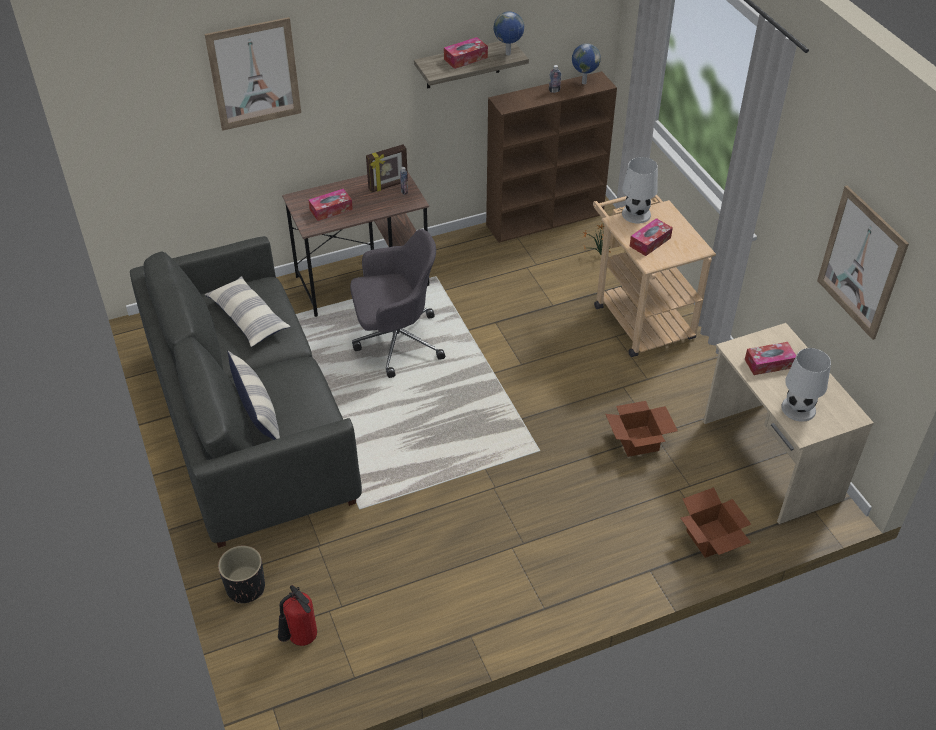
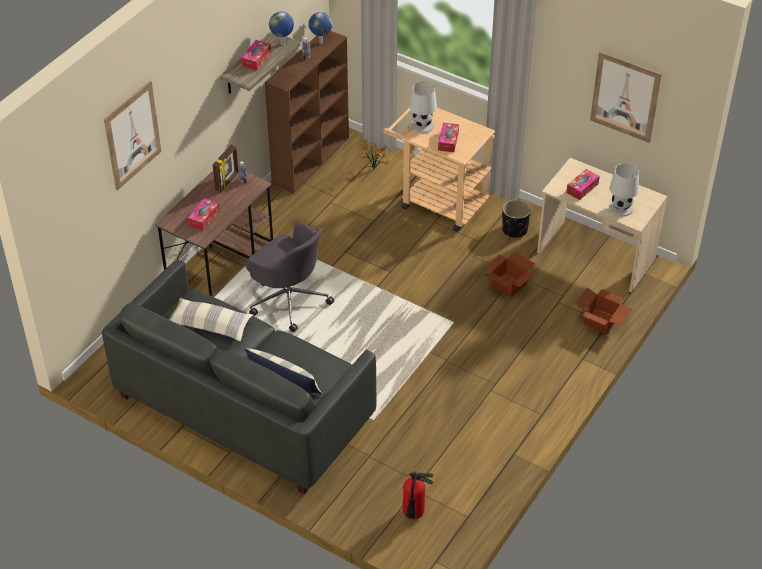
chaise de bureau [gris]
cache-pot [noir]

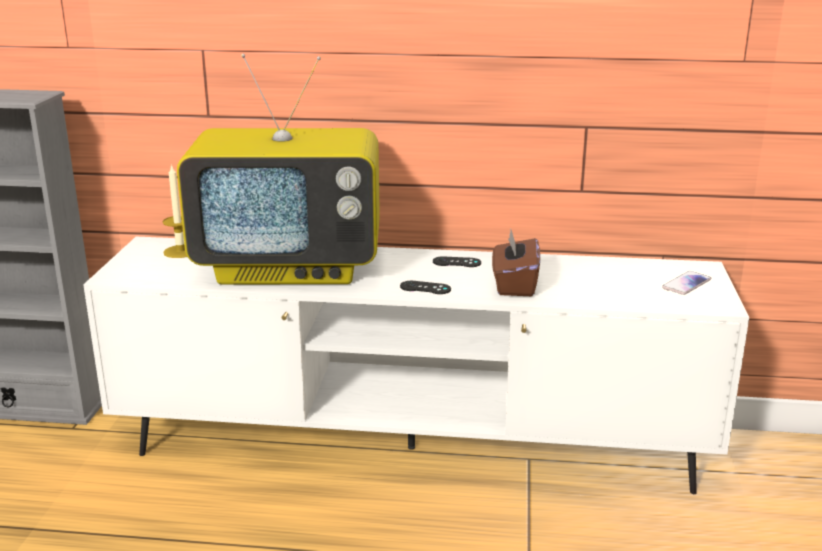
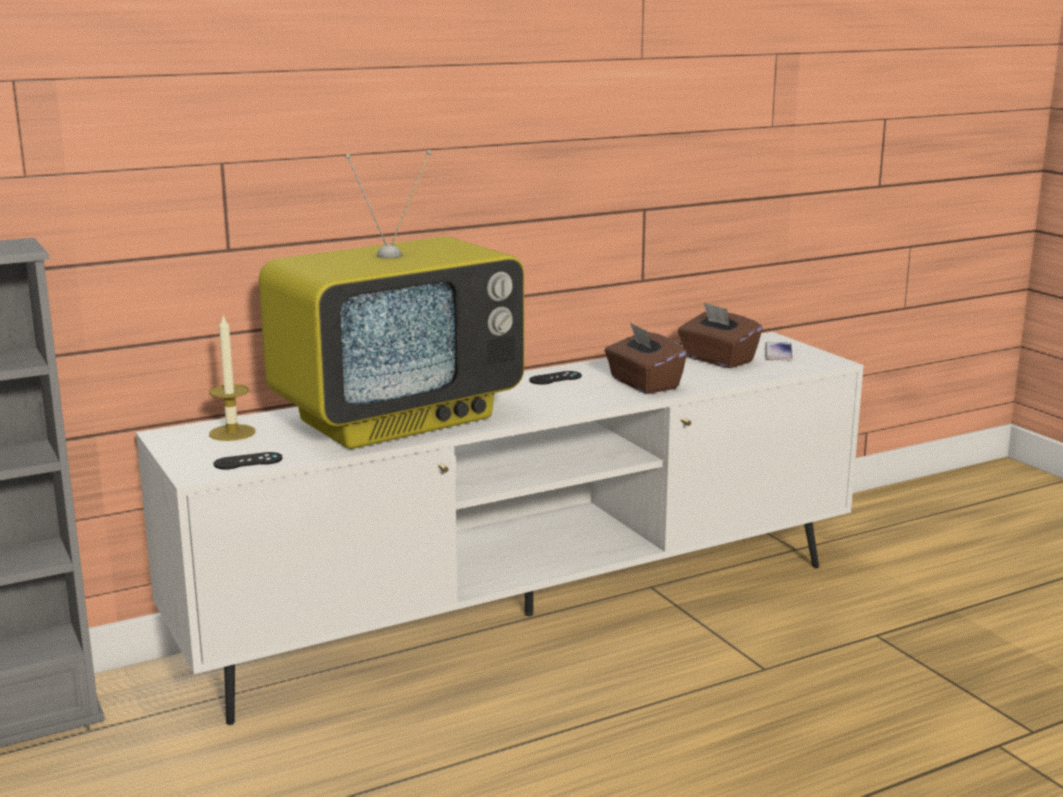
manette [noir] (1st from left)
boîte à mouchoirs [marron] (2nd from left)

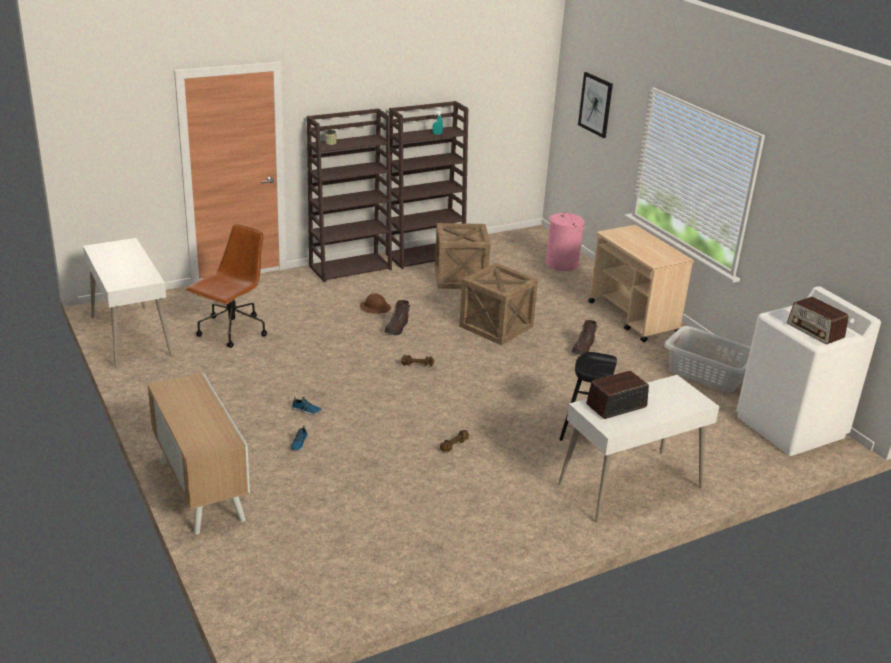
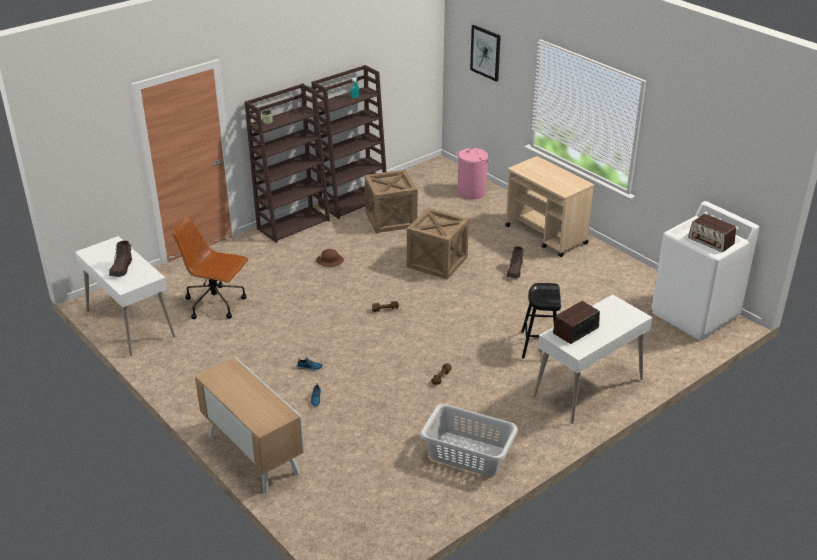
botte [marron] (1st from left)
chaise de bureau [marron]
panier à linge [gris]

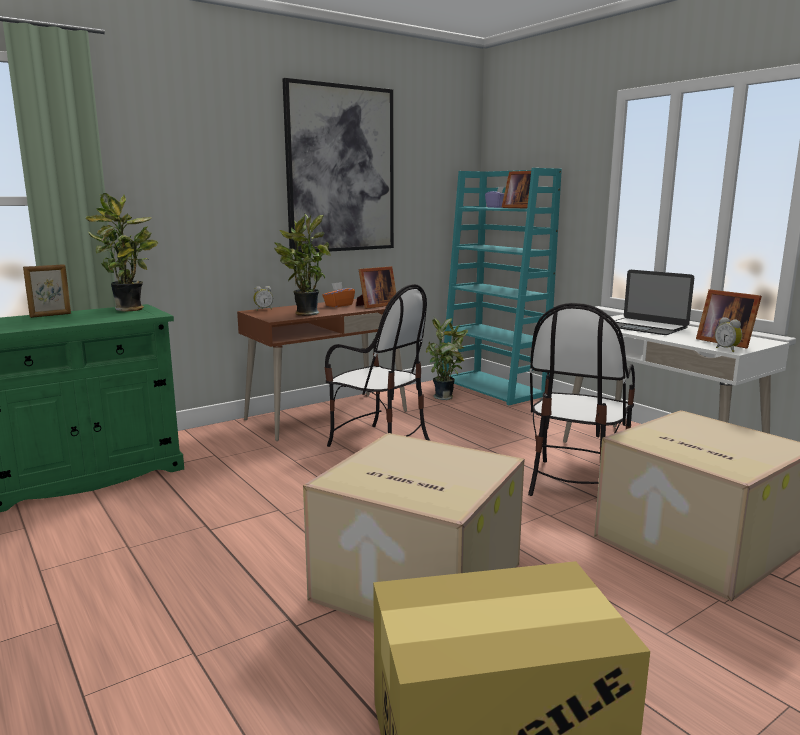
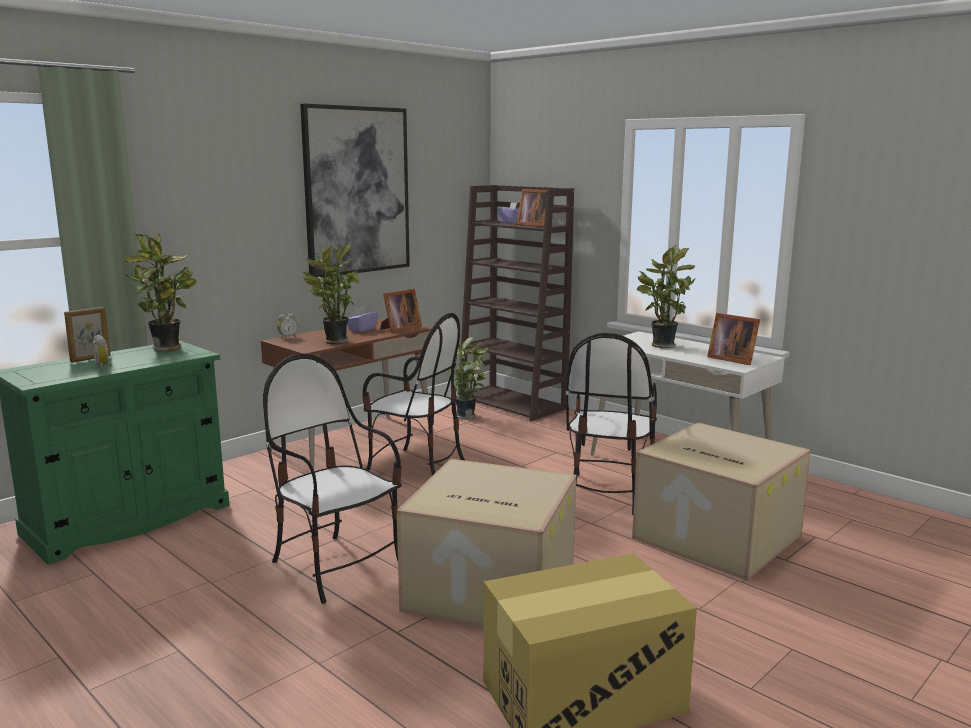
réveil (1st from left)
chaise (1st from left)
boîte à mouchoirs [violet] (1st from left)
bibliothèque [marron]
plante en pot (4th from left)

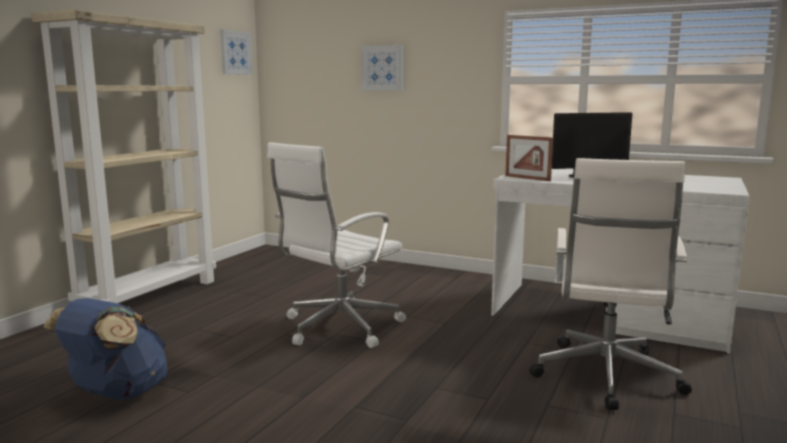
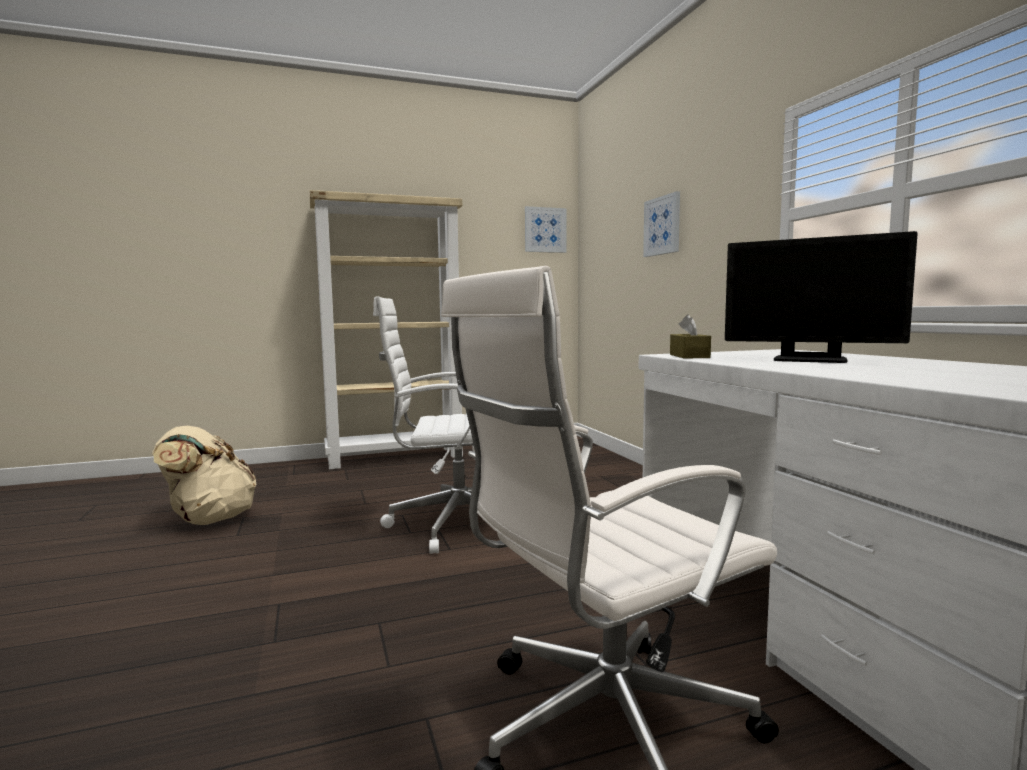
sac à dos [beige]
boîte à mouchoirs [marron]

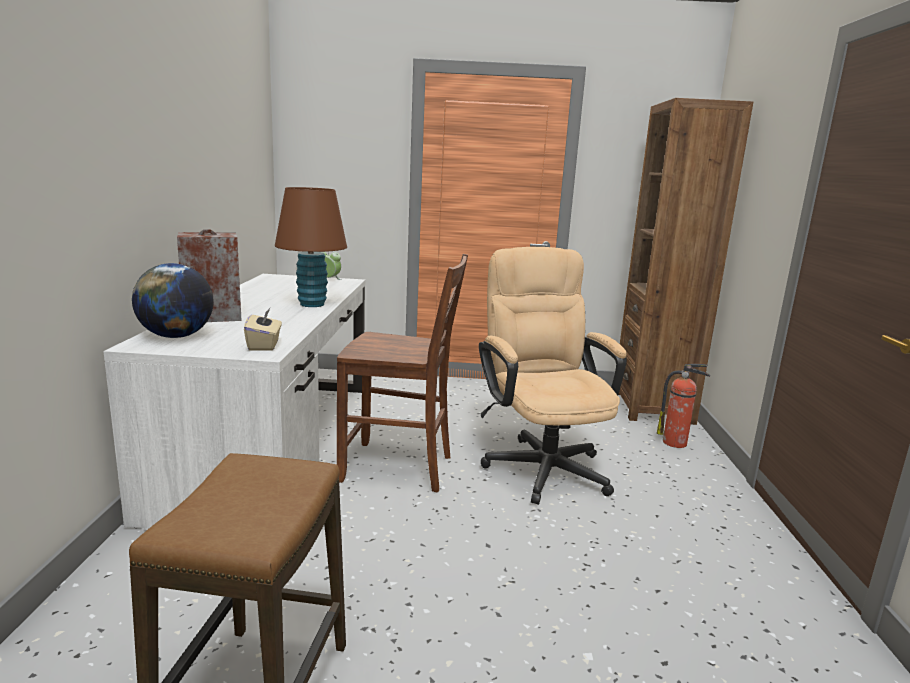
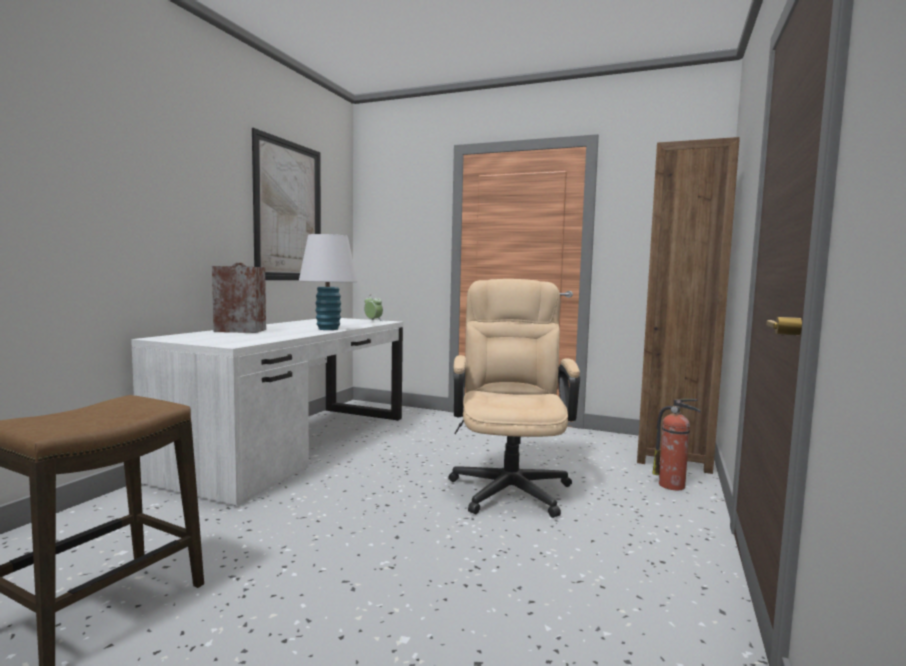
tableau
lampe de table [blanc]
globe
boîte à mouchoirs [beige]
chaise [marron]

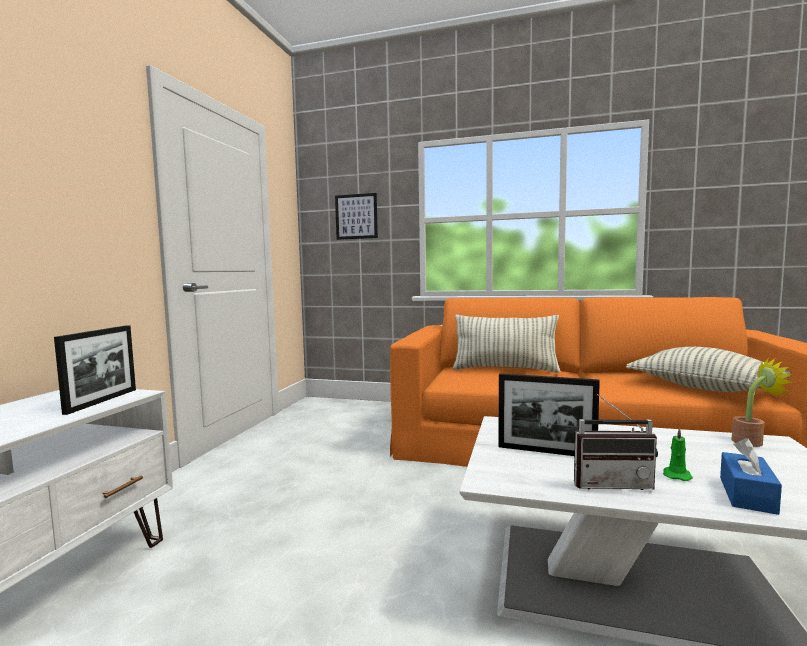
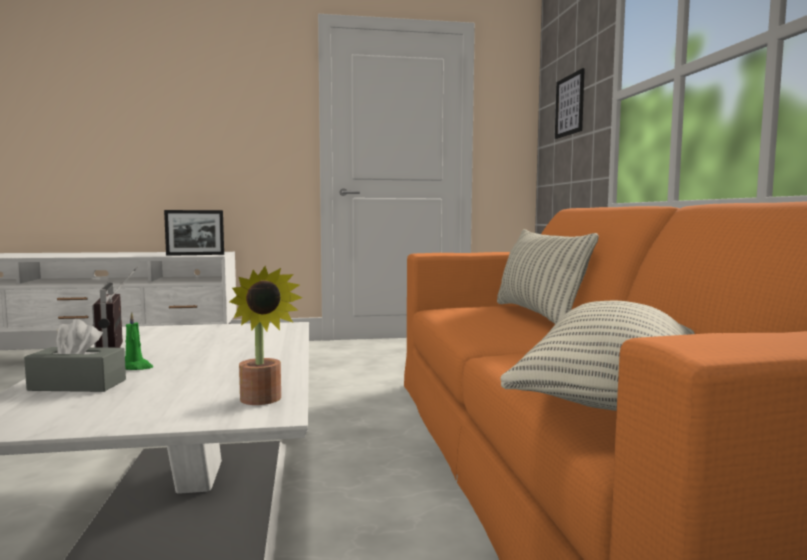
boîte à mouchoirs [gris]
cadre photo (2nd from left in the first image)

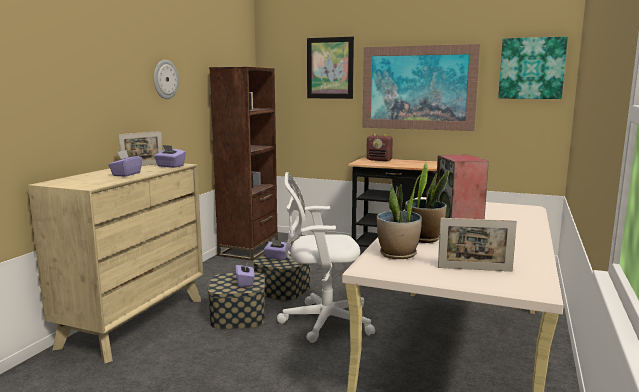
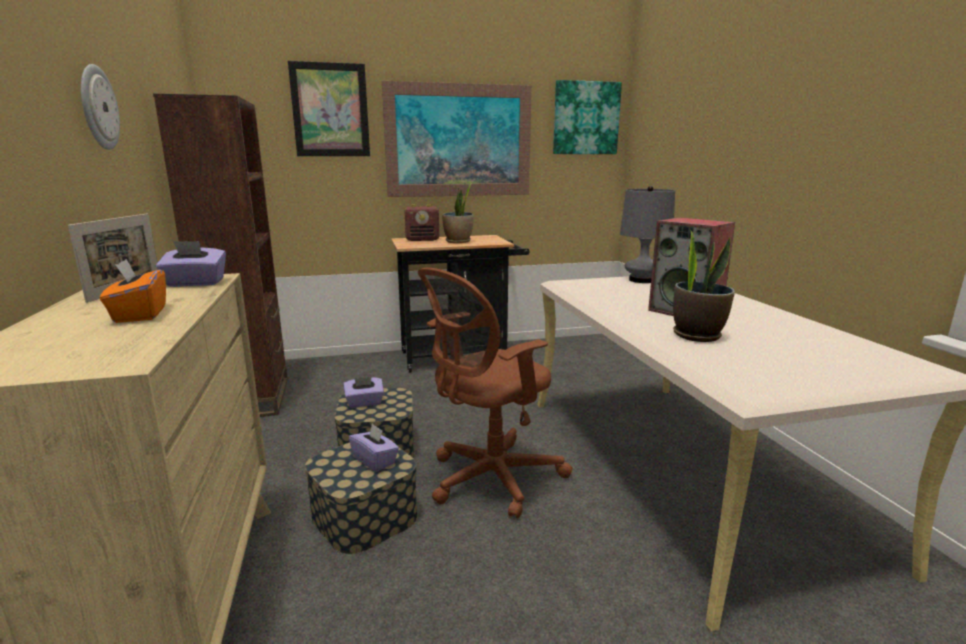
boîte à mouchoirs [orange]
chaise de bureau [marron]
plante en pot (1st from left)
lampe de table [gris]
cadre photo (2nd from left in the first image)

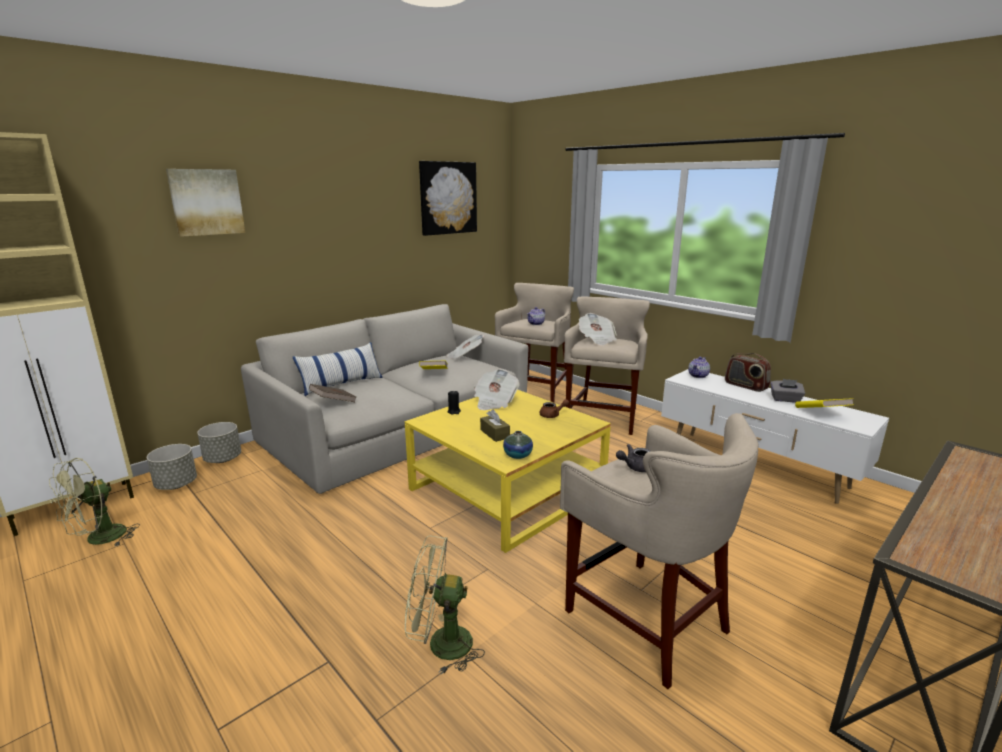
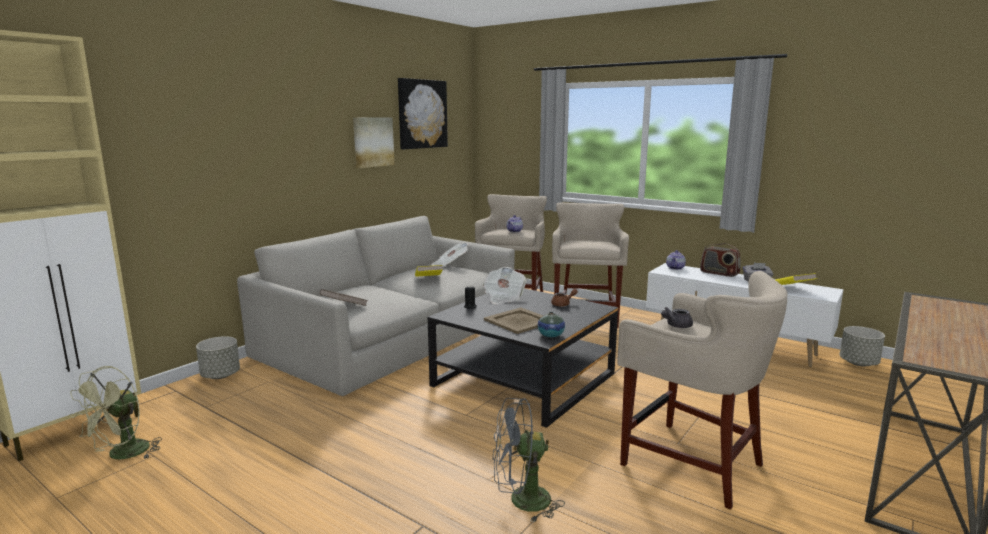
tableau (1st from left)
table basse [noir]
plateau [beige]
ventilateur [gris]
cache-pot [gris] (2nd from left)
coussin
journal (3rd from left in the first image)

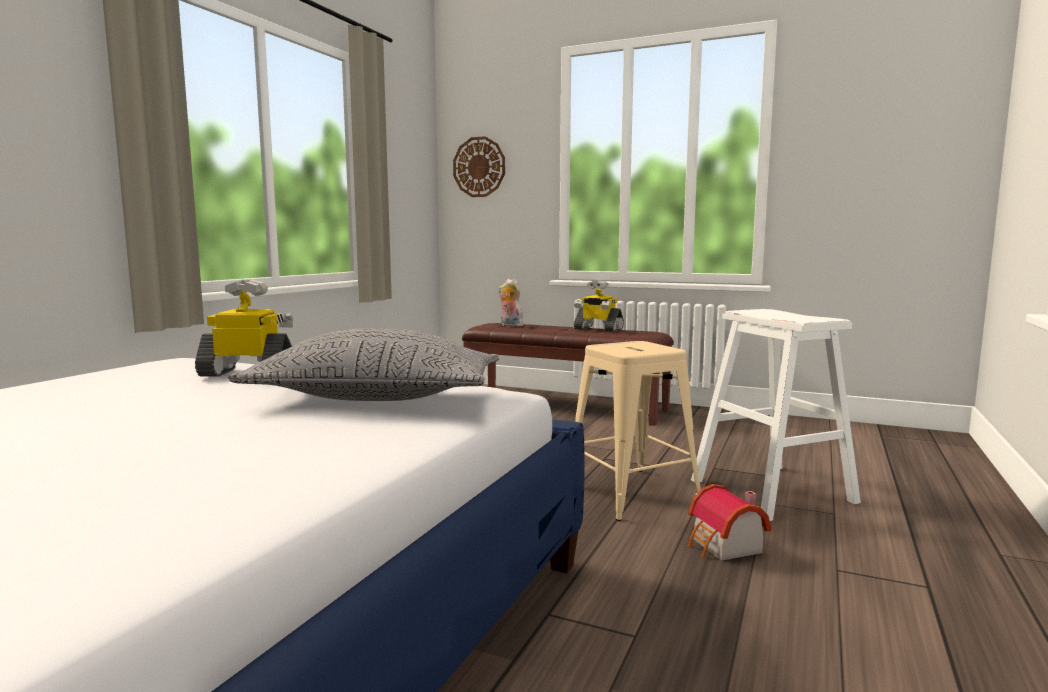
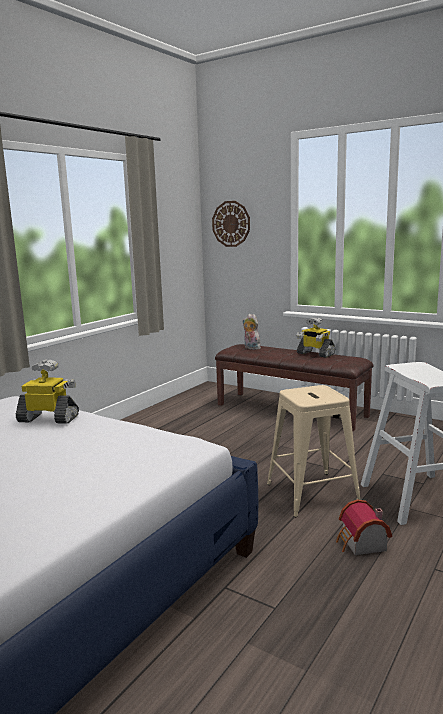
coussin [gris]

